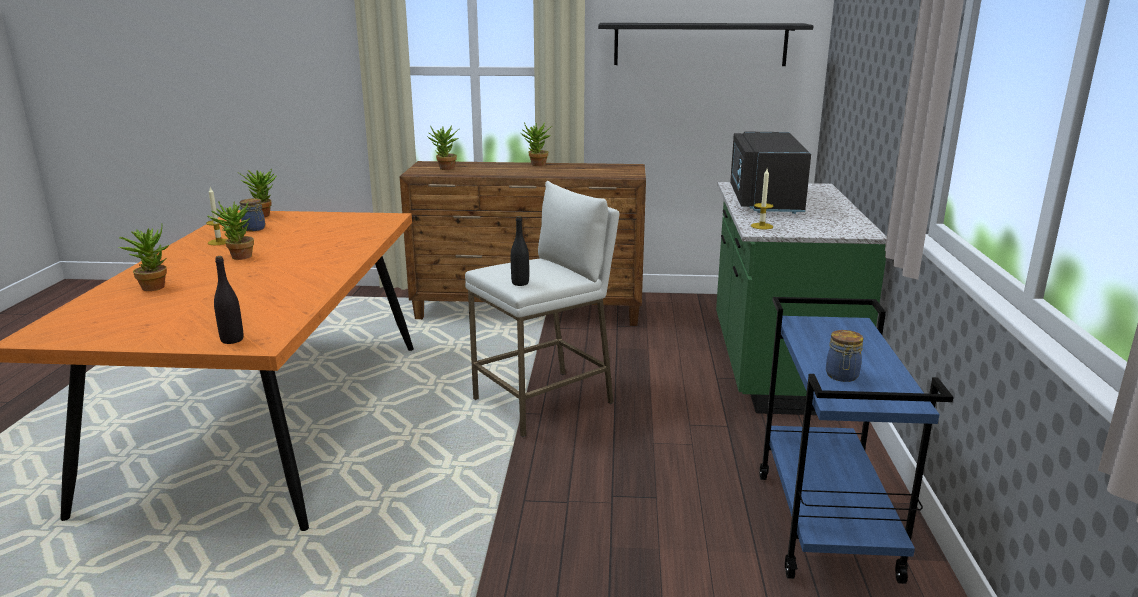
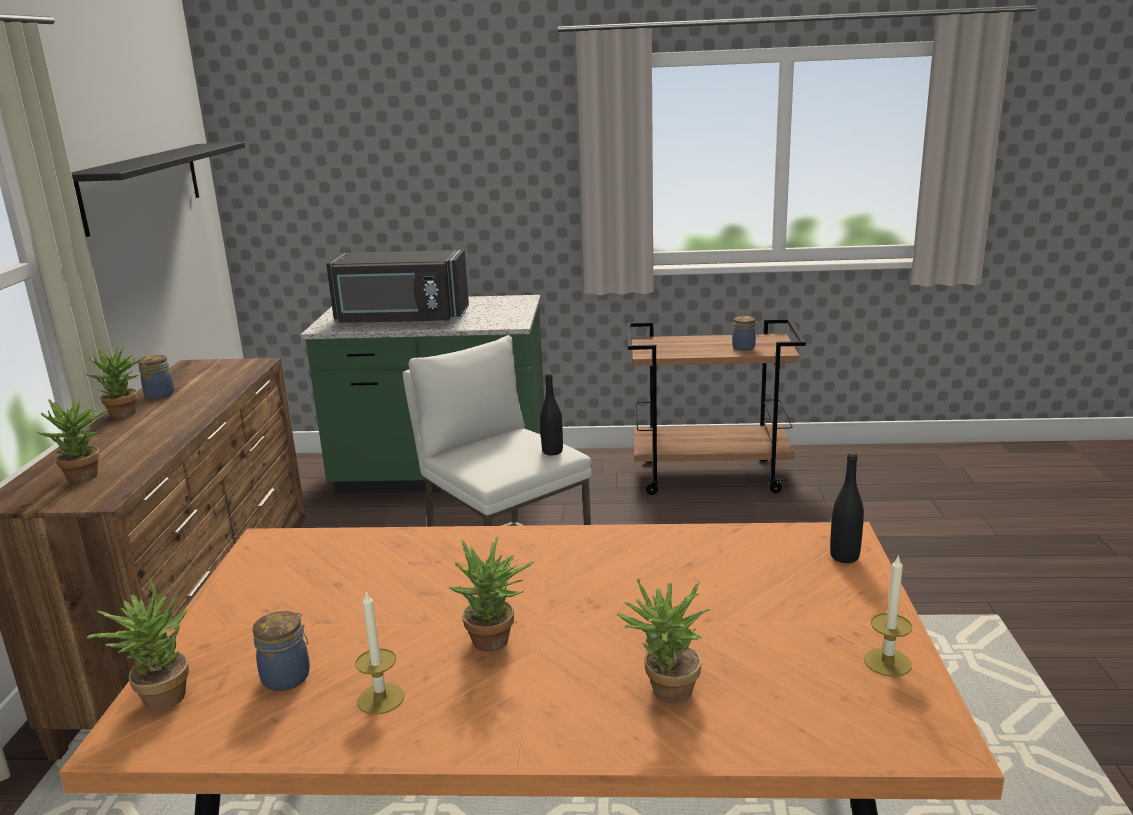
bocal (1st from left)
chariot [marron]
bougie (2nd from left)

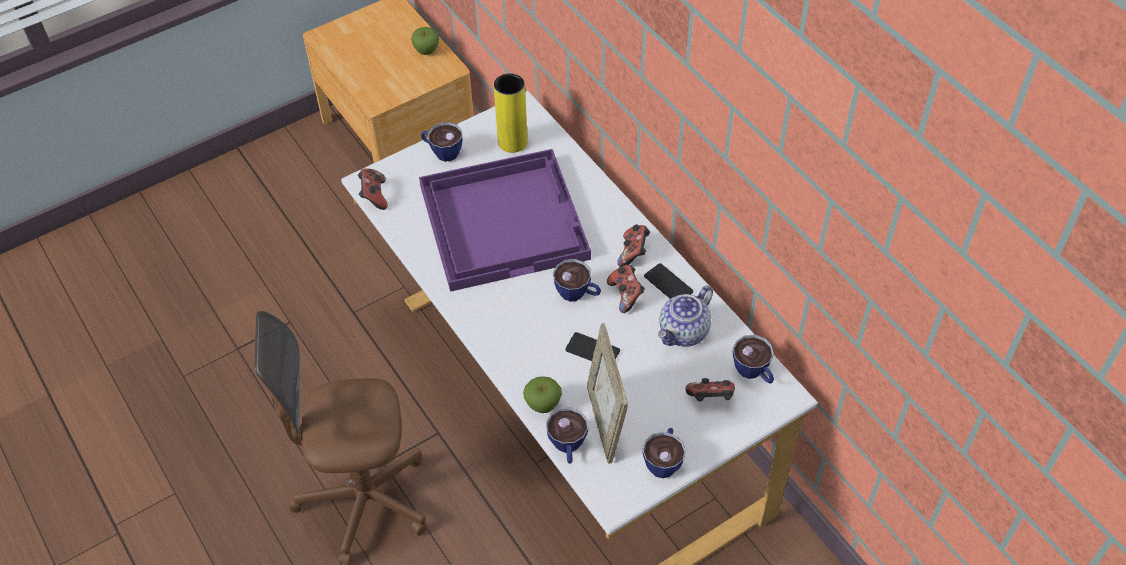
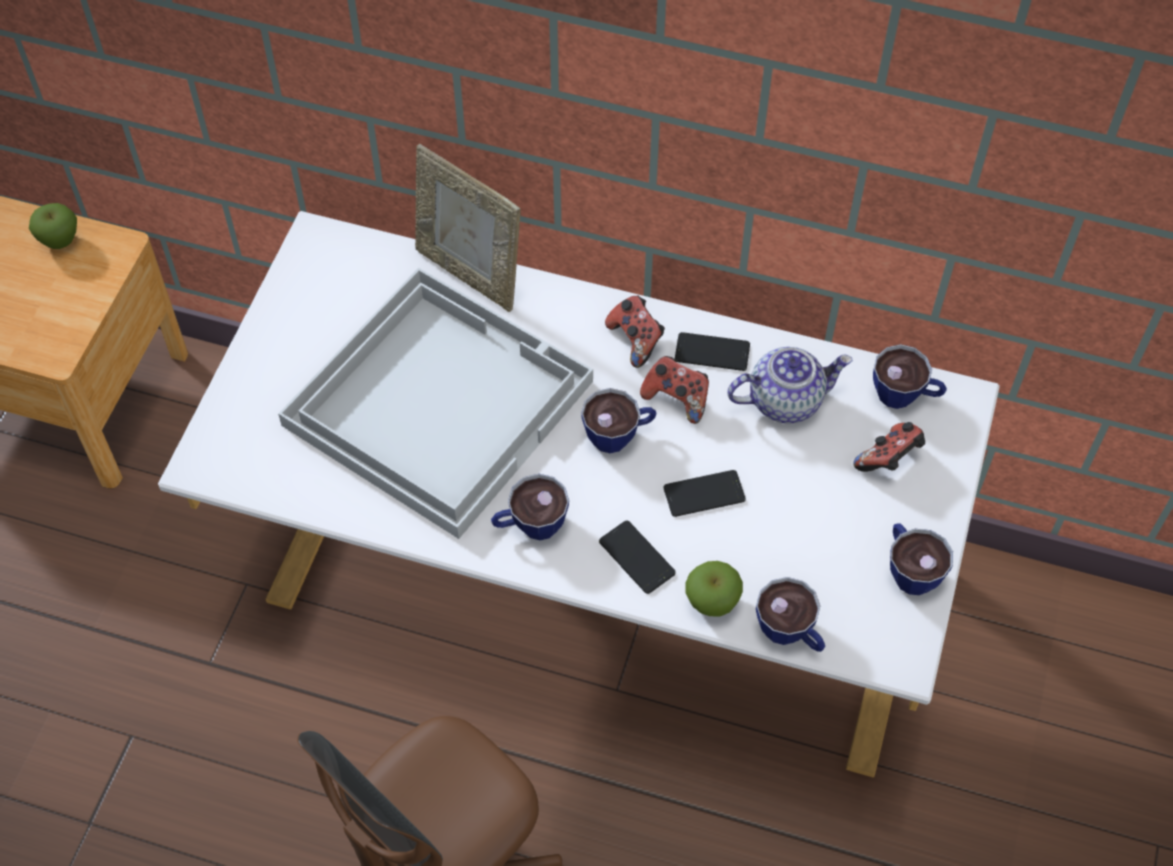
plateau [blanc]
cadre photo
tasse (1st from left)
téléphone (1st from left)
théière
manette (1st from left in the first image)
vase [jaune]

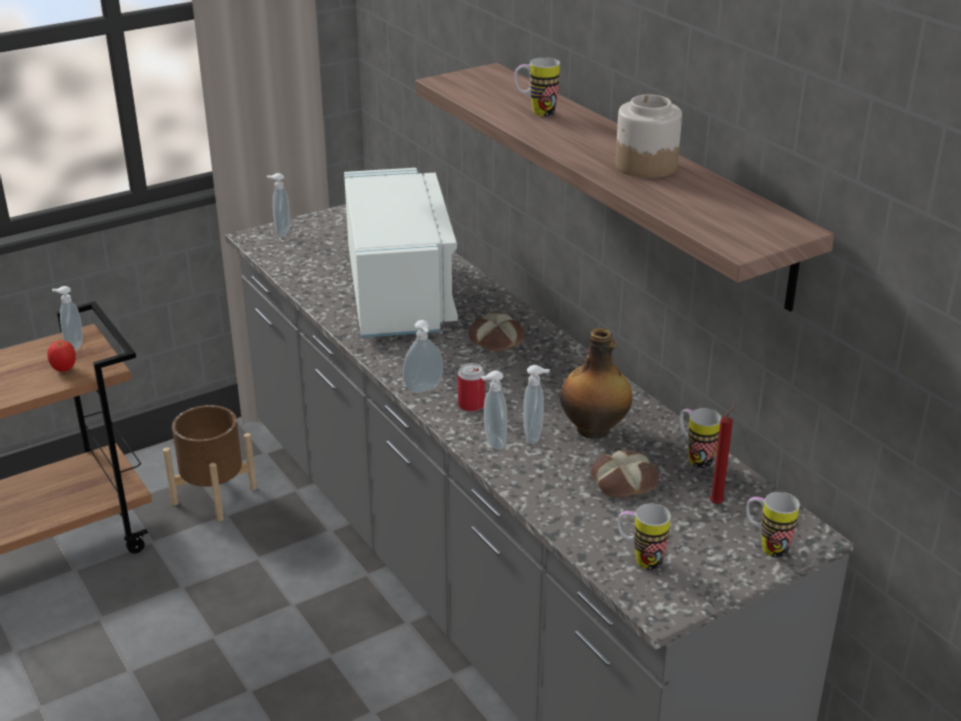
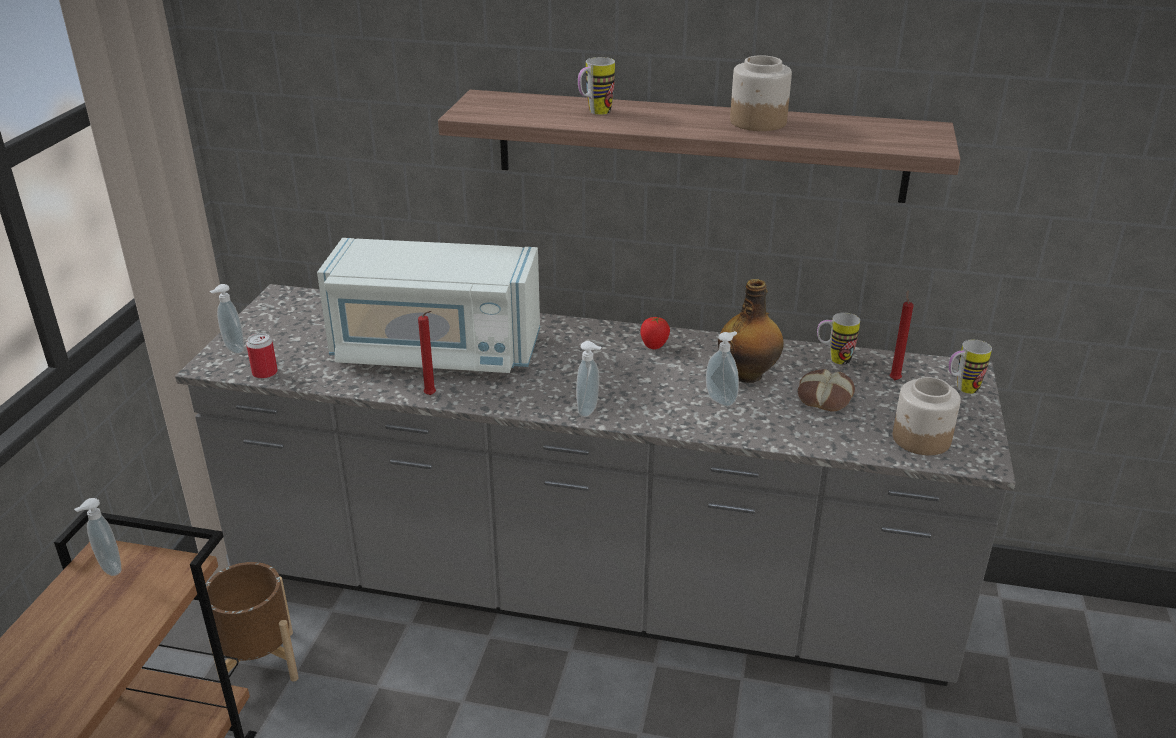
boîte métallique
micro-ondes [blanc]
bougie [rouge] (1st from left)
tomate
bocal (2nd from left)
pain (1st from left in the first image)
distributeur de savon (4th from left in the first image)

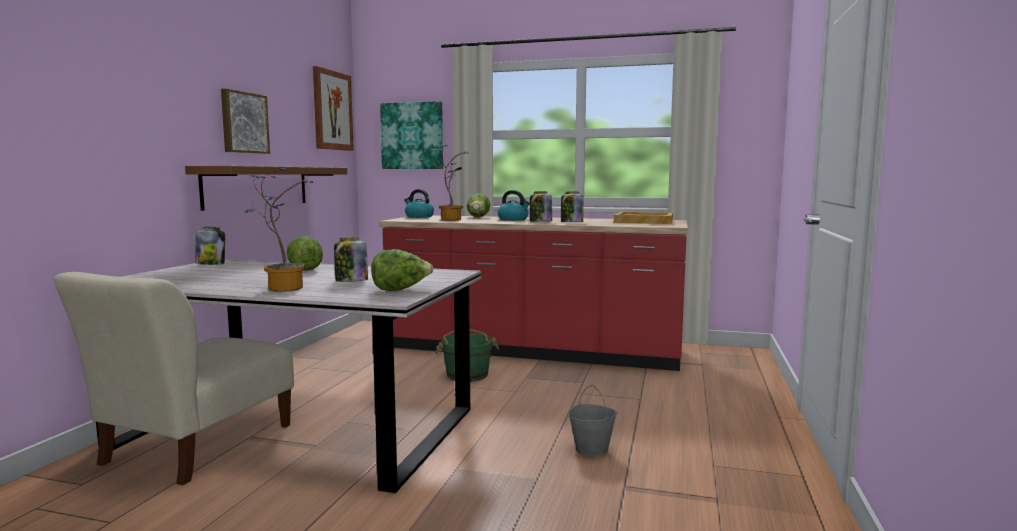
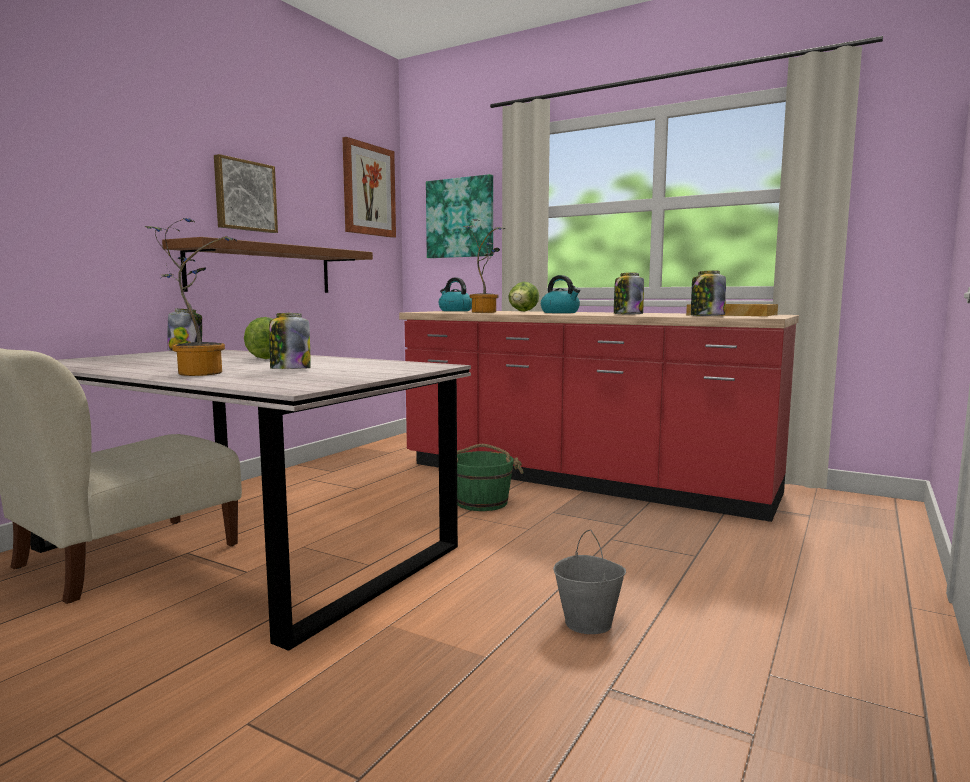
bocal (4th from left)
laitue (2nd from left in the first image)

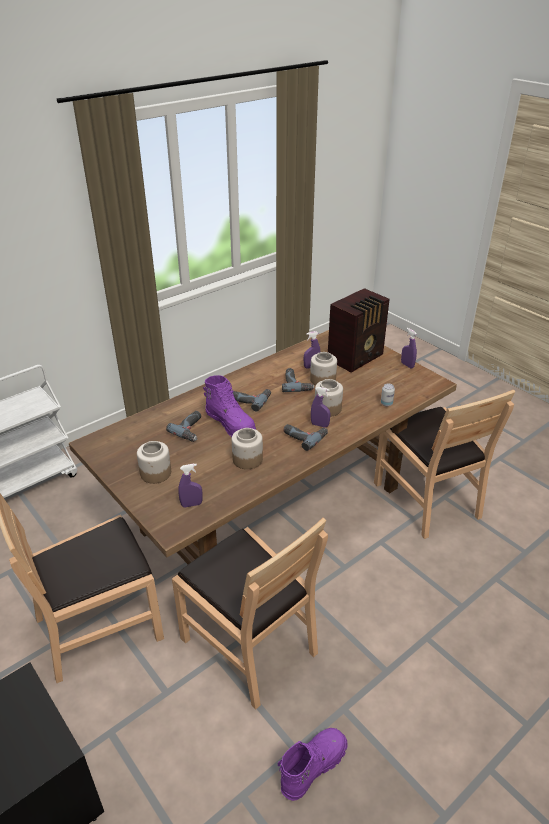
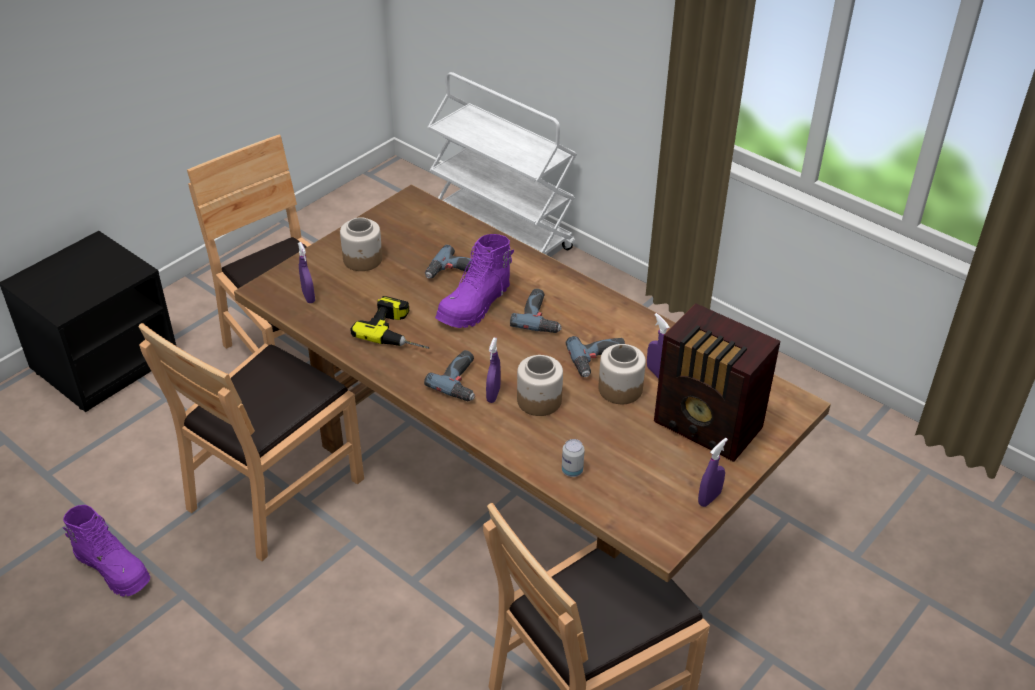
perceuse (1st from left)

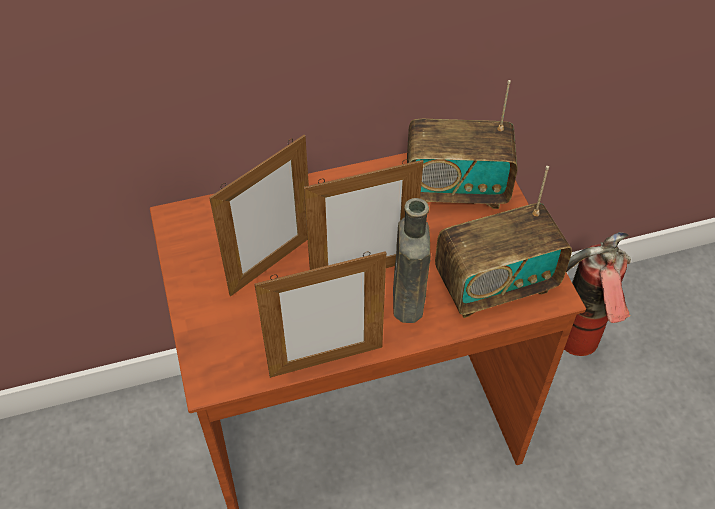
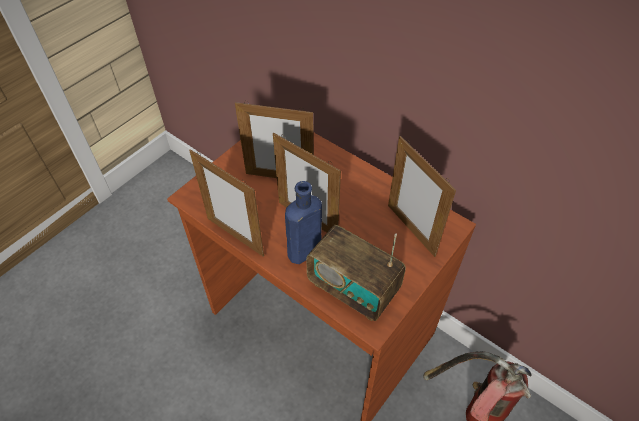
bouteille [bleu]
cadre photo (4th from left)

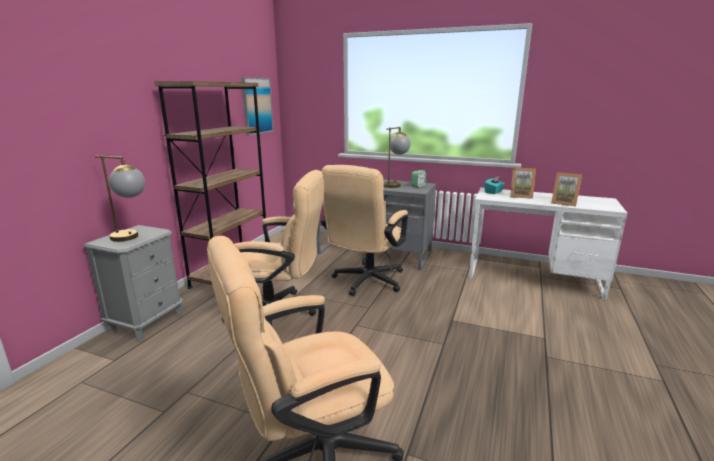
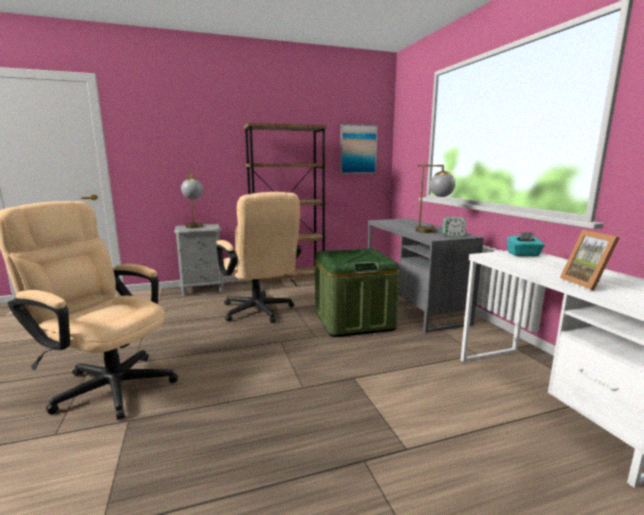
boîte de rangement [vert]
cadre photo (1st from left in the first image)

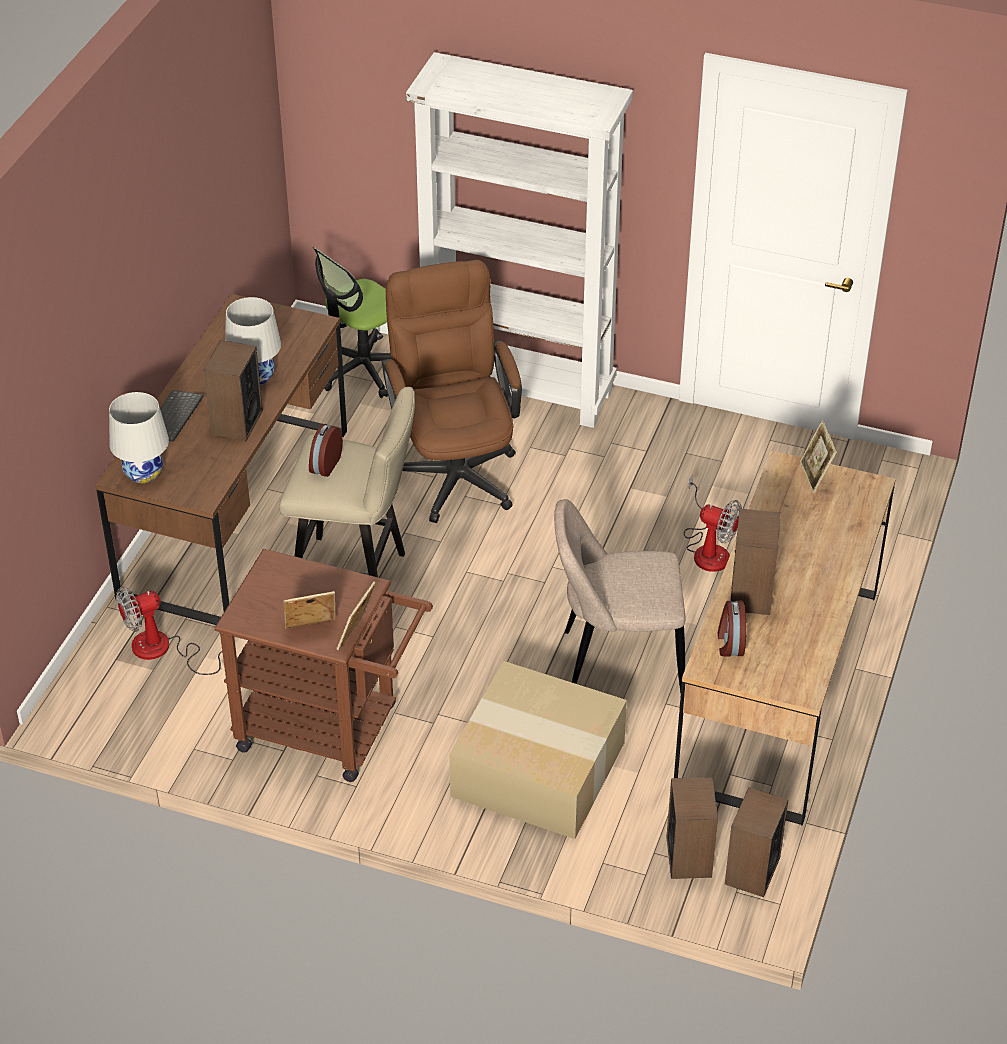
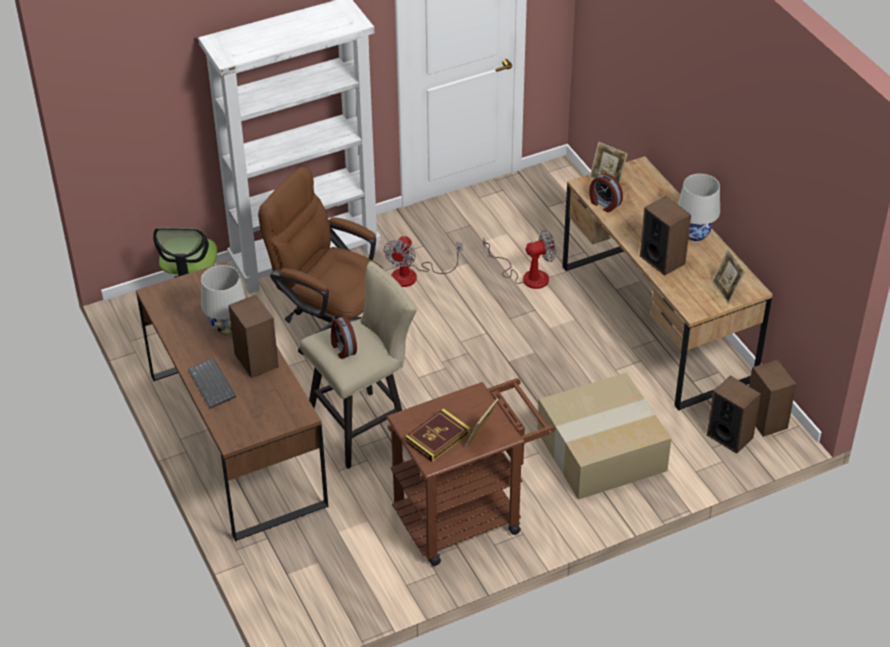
ventilateur (1st from left)
livre
réveil (2nd from left)
lampe de table [blanc] (2nd from left)
cadre photo (3rd from left)
chaise [beige]

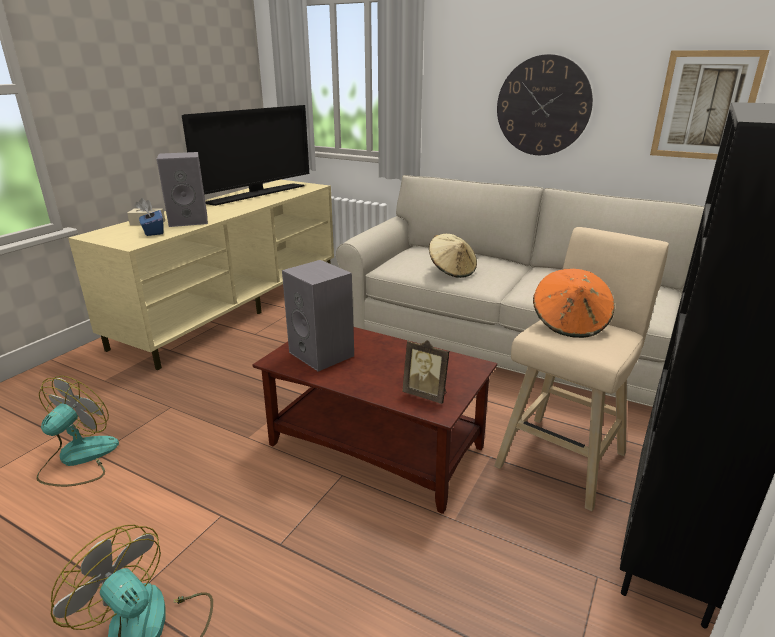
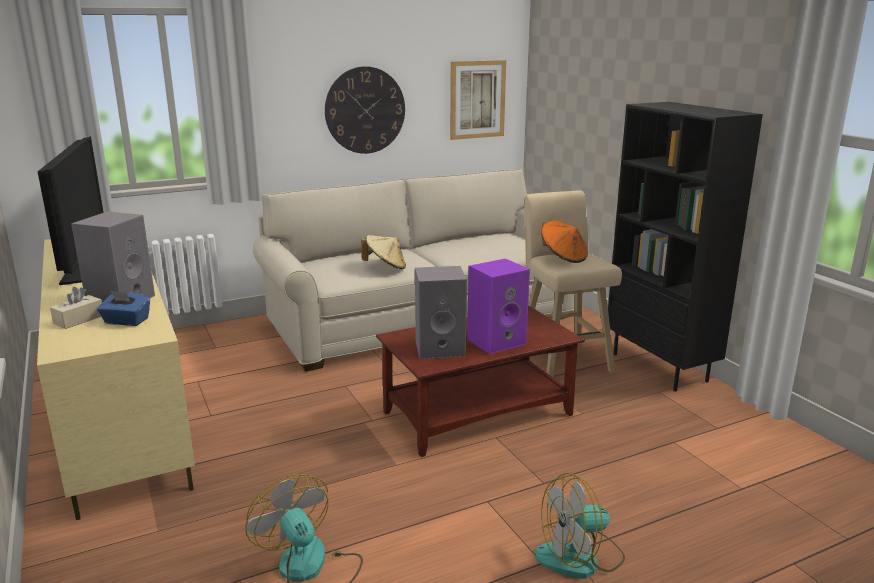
enceinte [violet]
cadre photo

